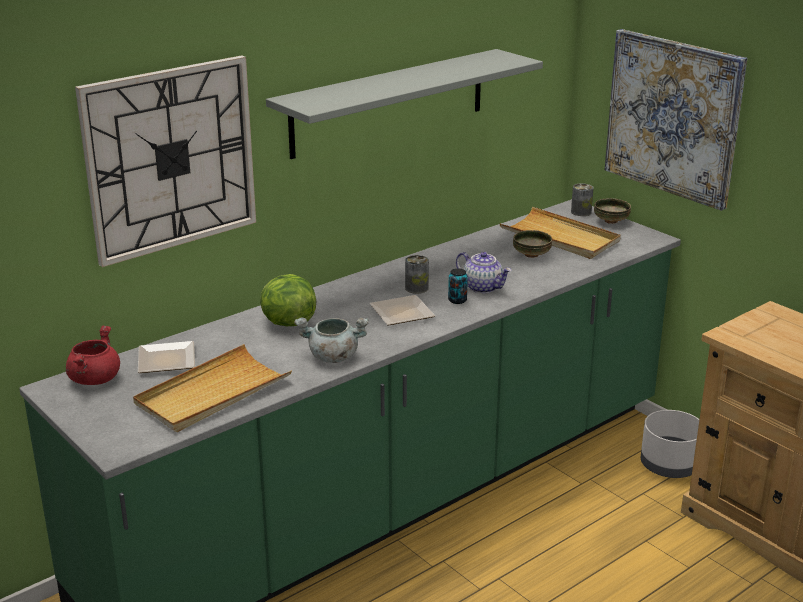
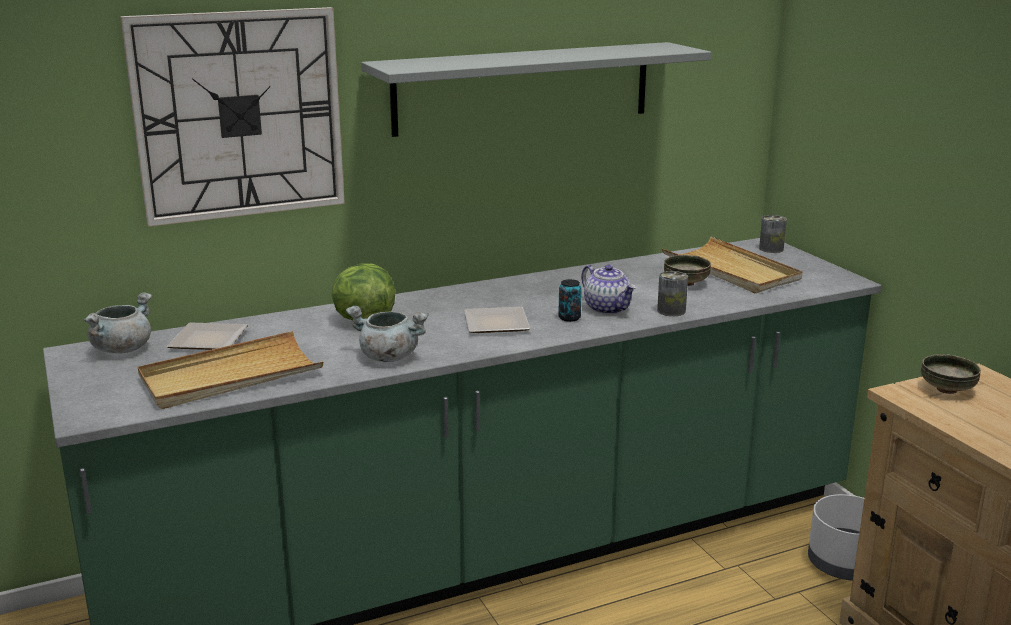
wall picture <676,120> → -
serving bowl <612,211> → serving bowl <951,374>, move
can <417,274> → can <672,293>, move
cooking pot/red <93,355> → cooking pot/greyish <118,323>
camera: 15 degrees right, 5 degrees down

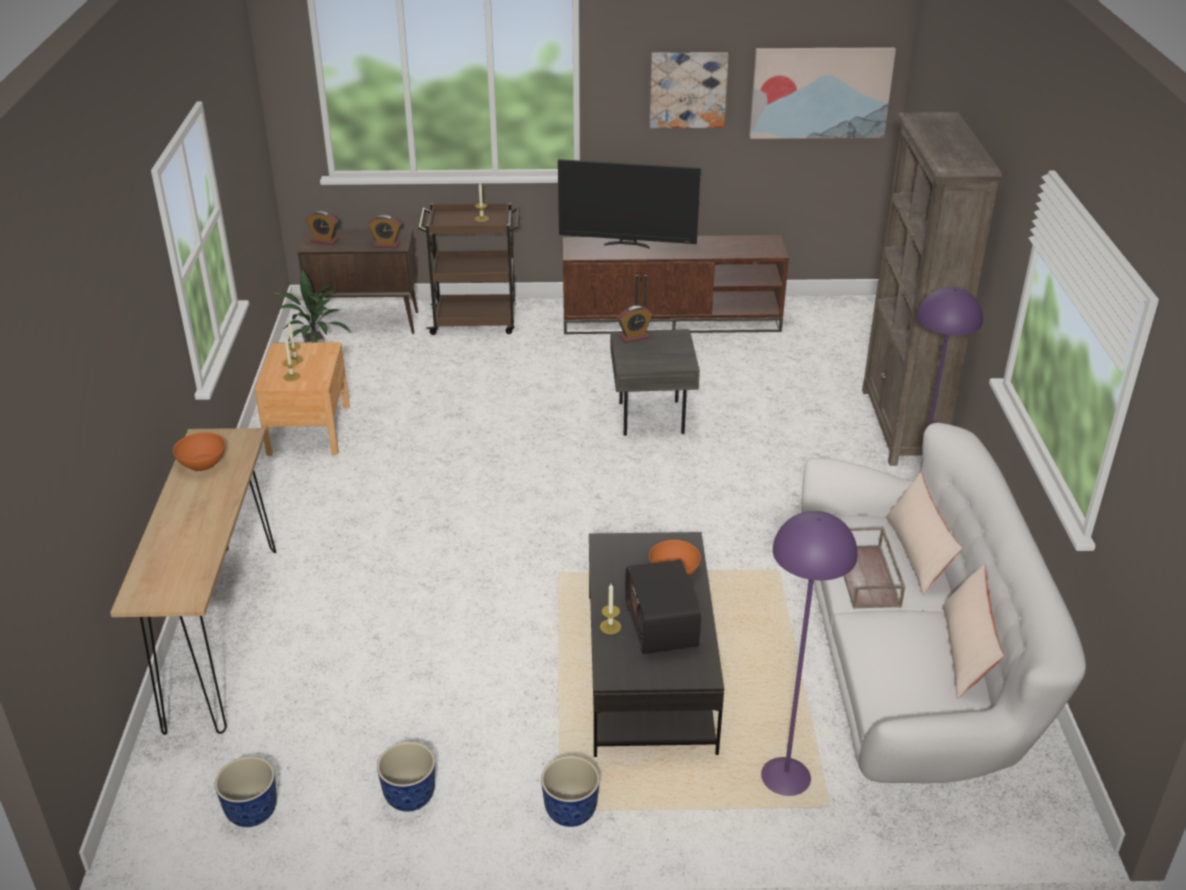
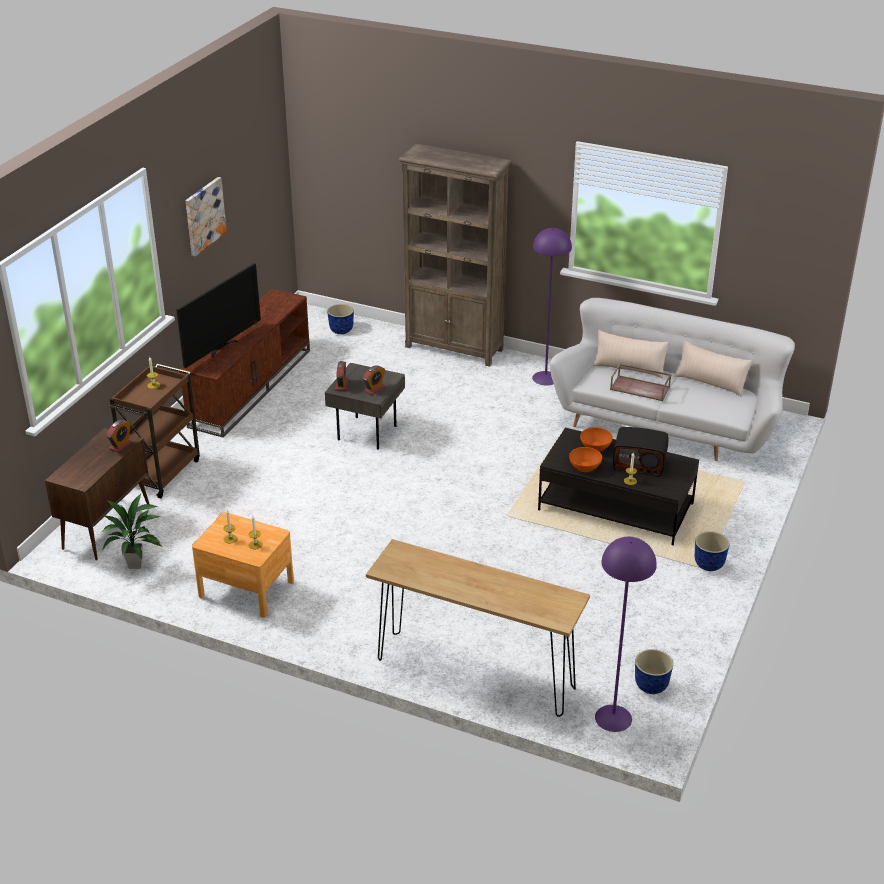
wall picture <822,93> → -
bedside clock <322,228> → bedside clock <374,380>, move
serving bowl/orangey <199,451> → serving bowl/orangey <585,459>, move
standing lamp/purple-coloured <809,653> → standing lamp/purple-coloured <626,634>, move
planter <406,776> → planter <340,319>, move
camera: 65 degrees left, 0 degrees up

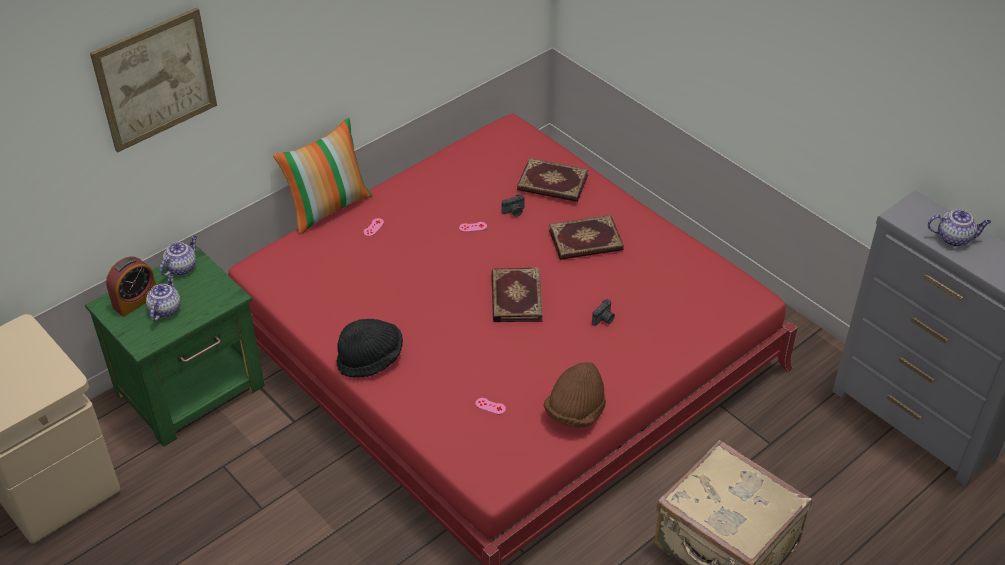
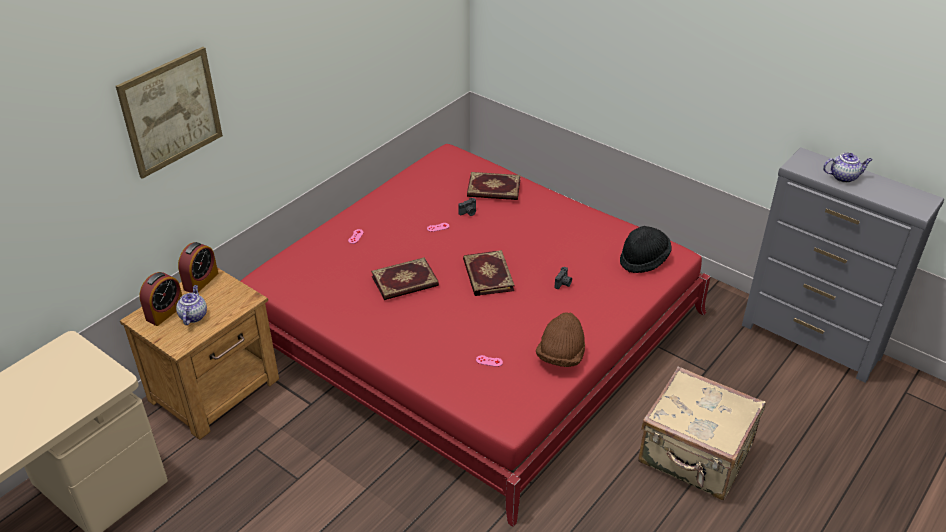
cushion <322,175> → -
volume <586,237> → volume <405,278>, move
tea pot <178,256> → bedside clock <198,267>
bedside table/green-coloured <175,346> → bedside table/brownish <199,353>
hat/black-coloured <370,348> → hat/black-coloured <645,249>, move
camera: 10 degrees left, 5 degrees down

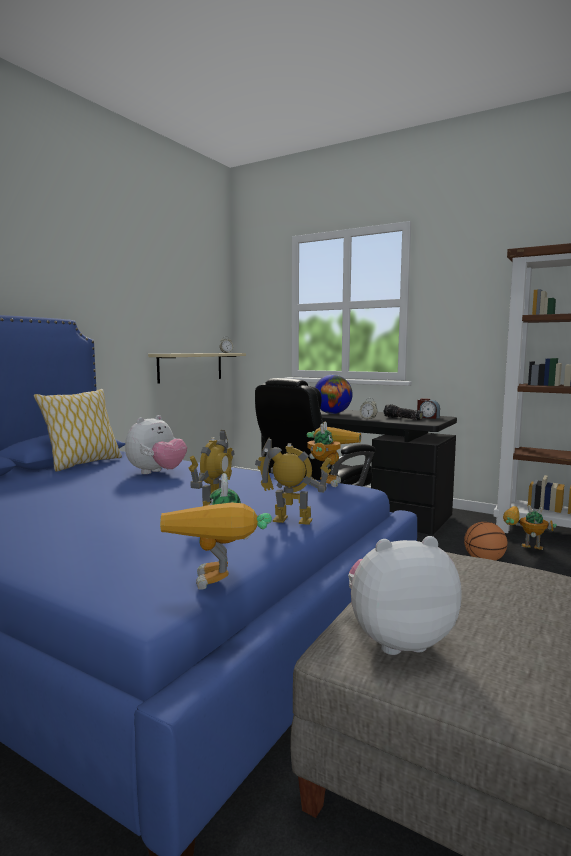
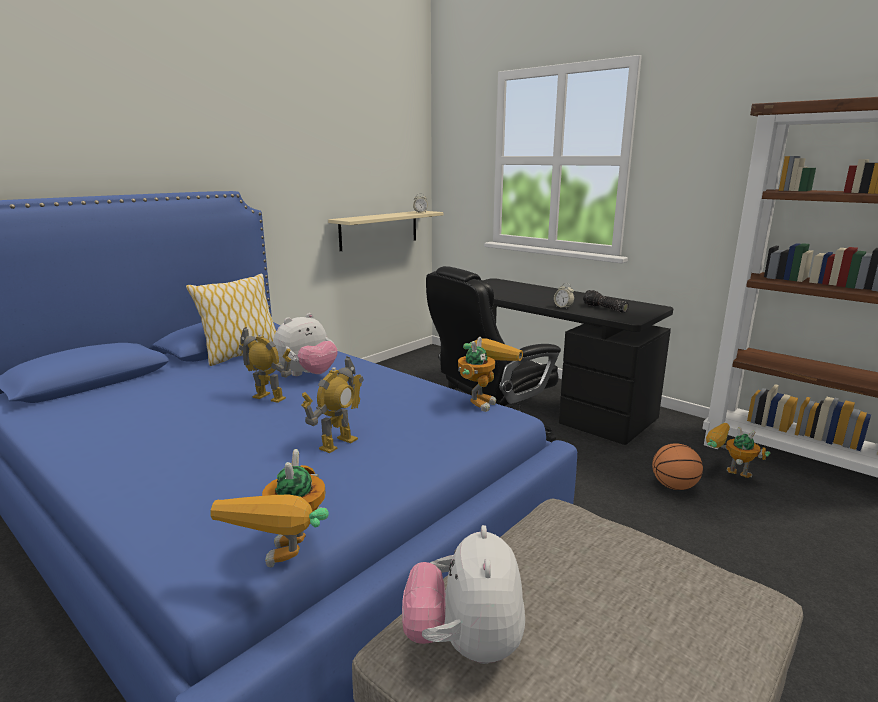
world globe <334,394> → -
bedside clock <428,408> → -
toy robot <293,481> → toy robot <265,365>, move
plush toy <405,595> → plush toy <463,594>, 90 degrees counterclockwise
camera: 10 degrees right, 10 degrees up

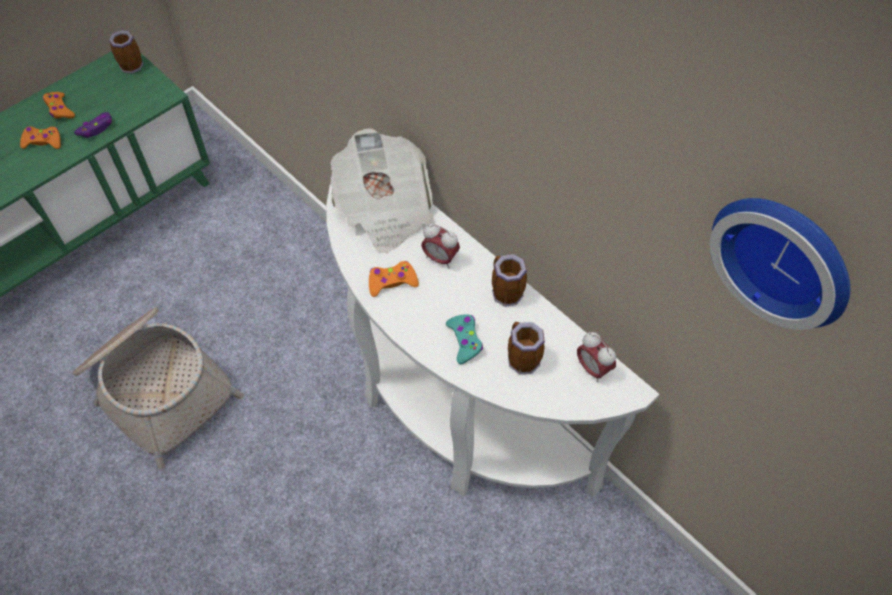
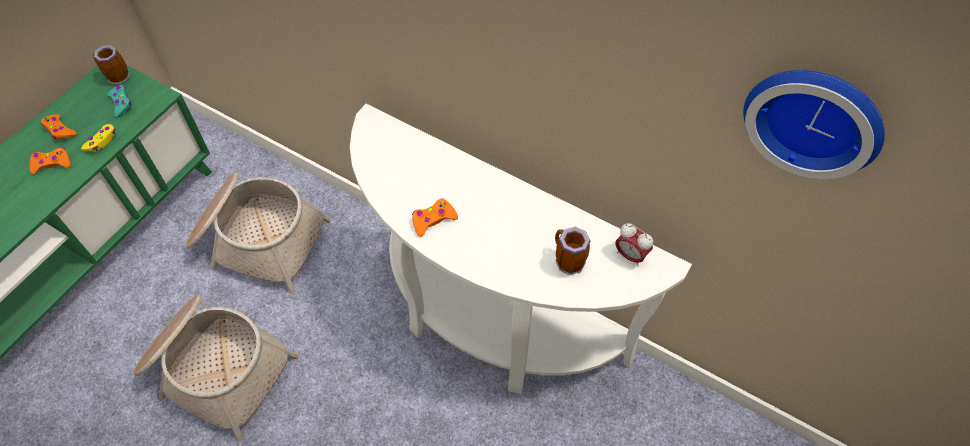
gamepad/purple-coloured <93,125> → gamepad/yellow <98,138>
newspaper <382,190> → -
bedside clock <440,246> → -
coffee mug <509,280> → -
gamepad/turquoise-coloured <464,339> → gamepad/turquoise-coloured <119,101>, move
- → household basket <258,233>
camera: 15 degrees left, 0 degrees up

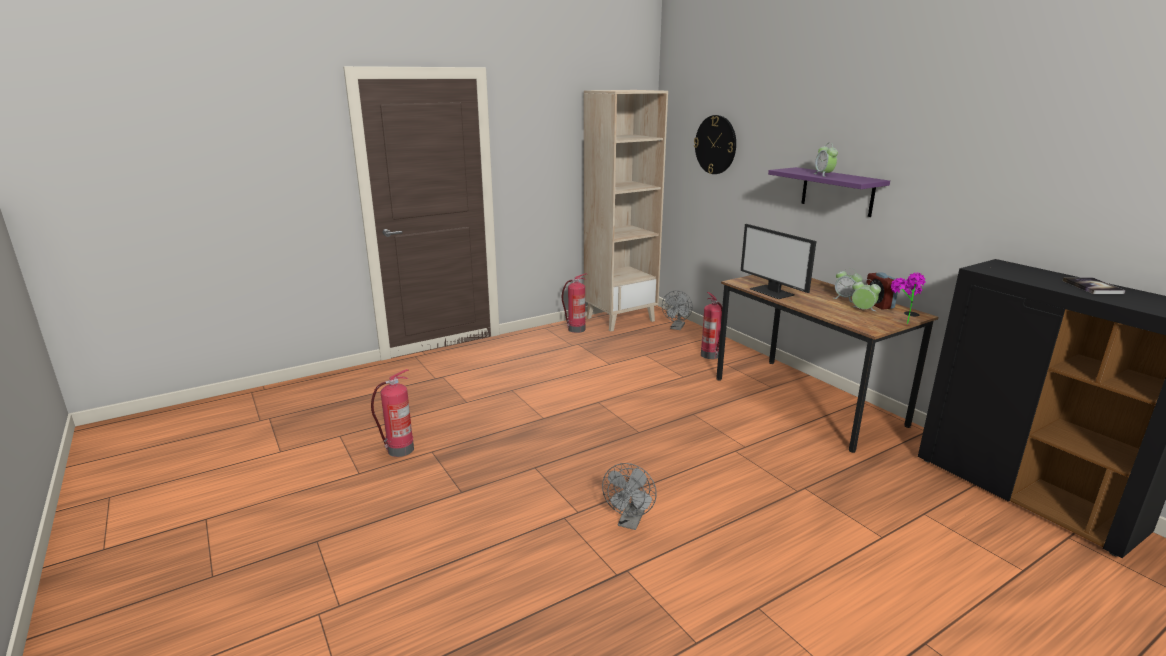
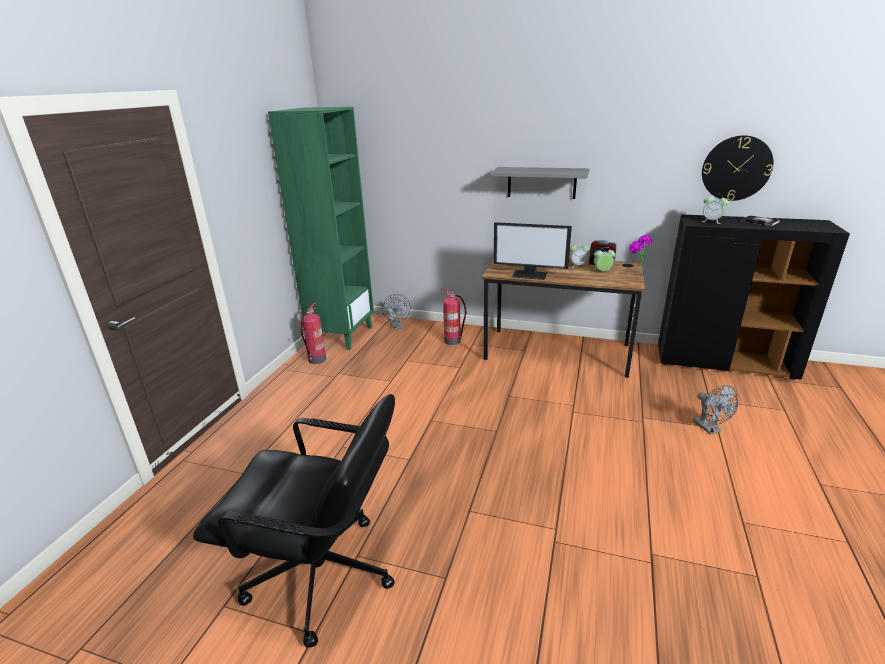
shelving unit/beige-coloured <626,210> → shelving unit/green-coloured <321,228>
wall clock <715,144> → wall clock <737,168>, move
bedside clock <826,160> → bedside clock <715,208>, move
shelf/purple-coloured <829,192> → shelf/greyish <540,183>
extinguisher <392,413> → computer chair/black-coloured <294,521>
electric fan/greyish <629,496> → electric fan/greyish <715,410>, move
camera: 40 degrees left, 5 degrees up

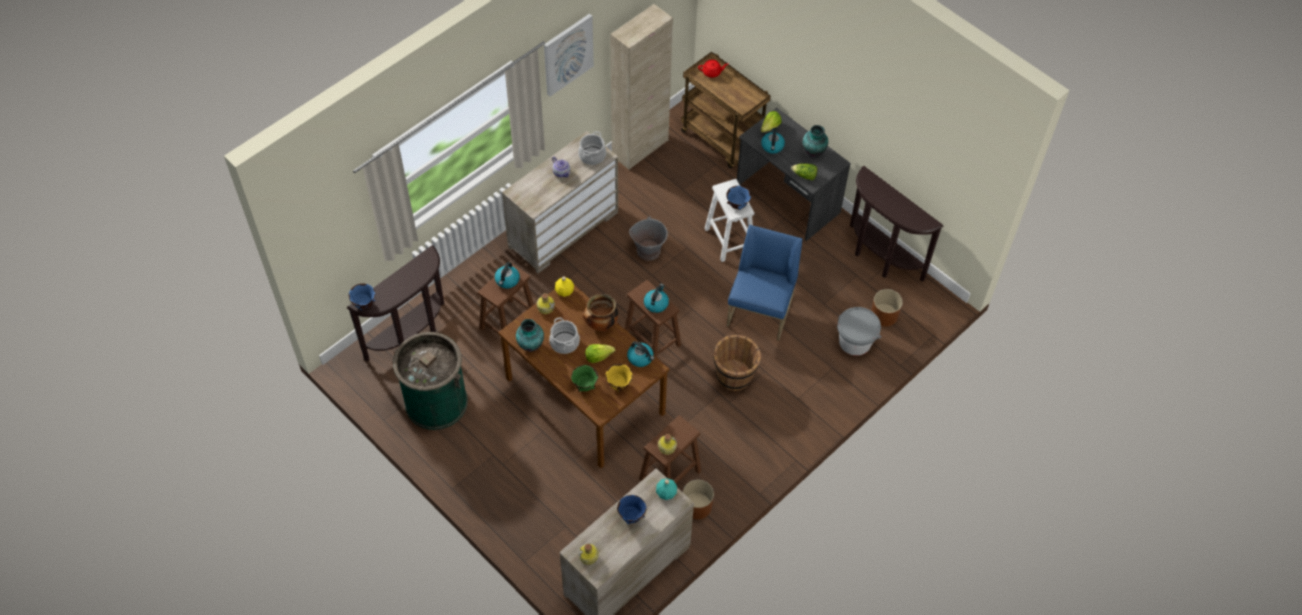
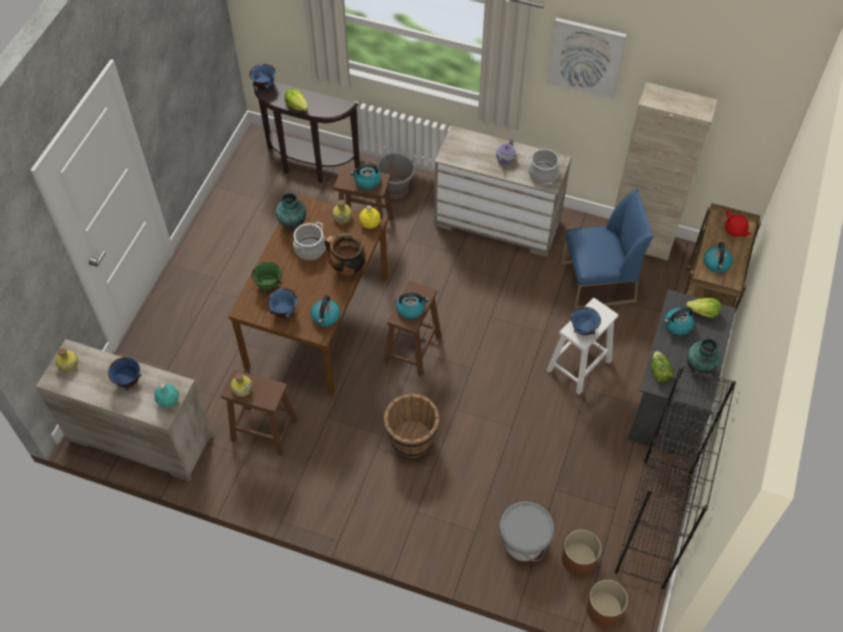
console table/brownish <897,224> → shelving unit/black-coloured <675,477>
pail/greyish <648,238> → pail/greyish <396,175>, move
chair/blue <764,283> → chair/blue <607,249>, move
rubbish bin/green-coloured <430,381> → -
lettuce head <600,353> → lettuce head <296,100>, move
serving bowl/yellow <619,378> → serving bowl/blue <282,303>
planter/brownish <698,499> → planter/brownish <607,603>, move
- → tea kettle <718,257>
camera: 65 degrees right, 0 degrees up

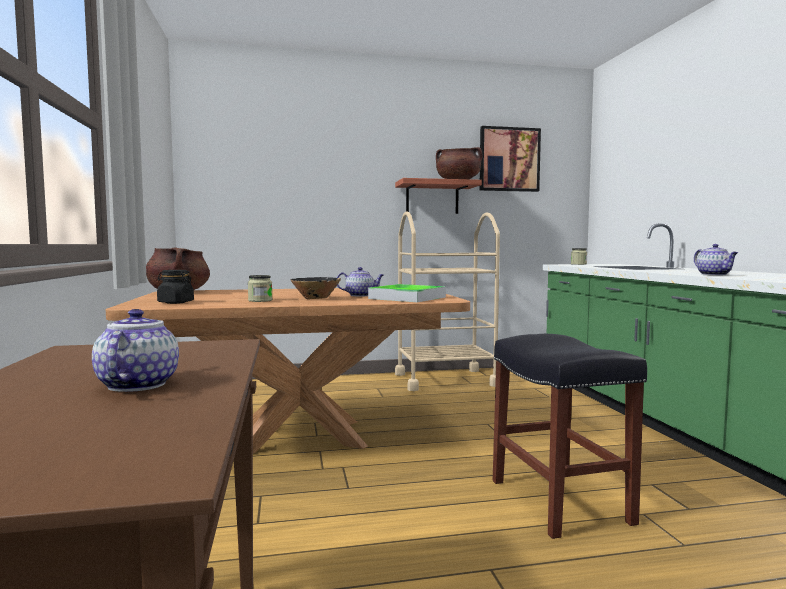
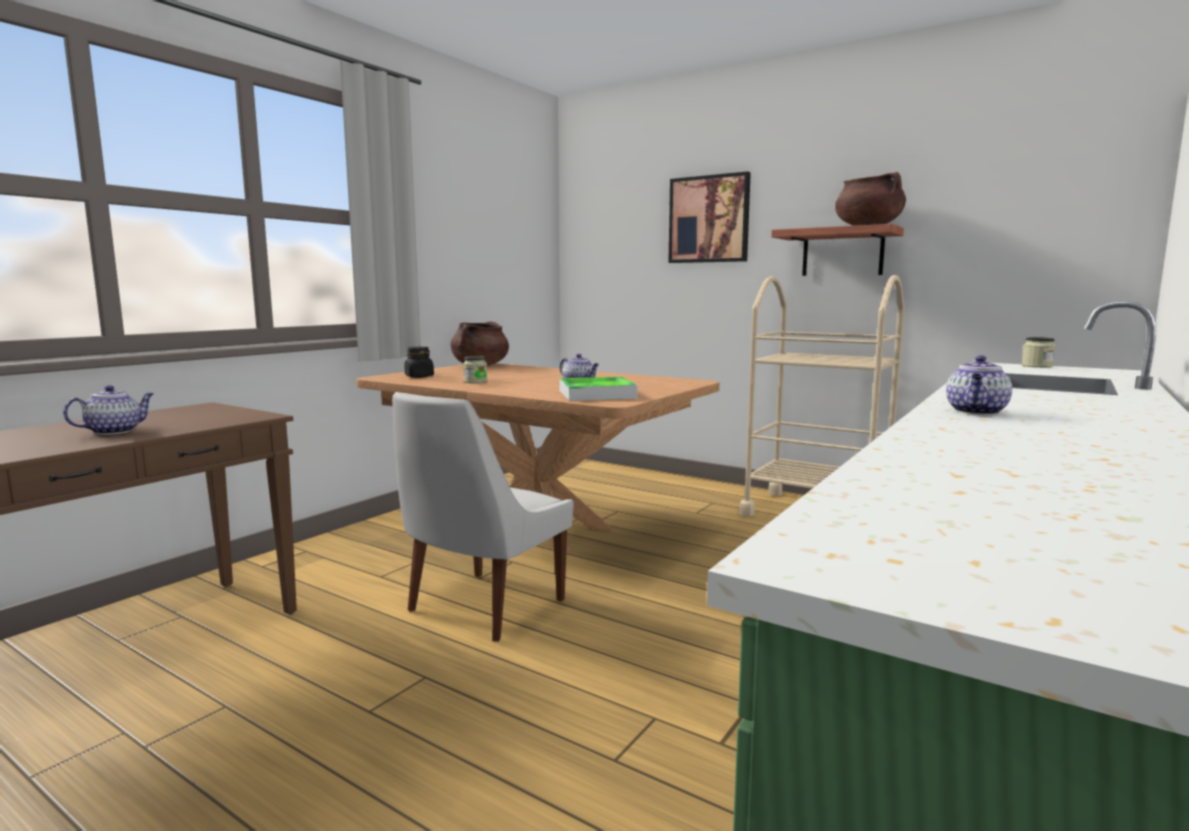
wall picture <510,159> → wall picture <709,217>, move
serving bowl/black-coloured <316,288> → -
sitting stool/black-coloured <570,436> → -
- → chair/whitish <483,517>
camera: 45 degrees right, 5 degrees up

